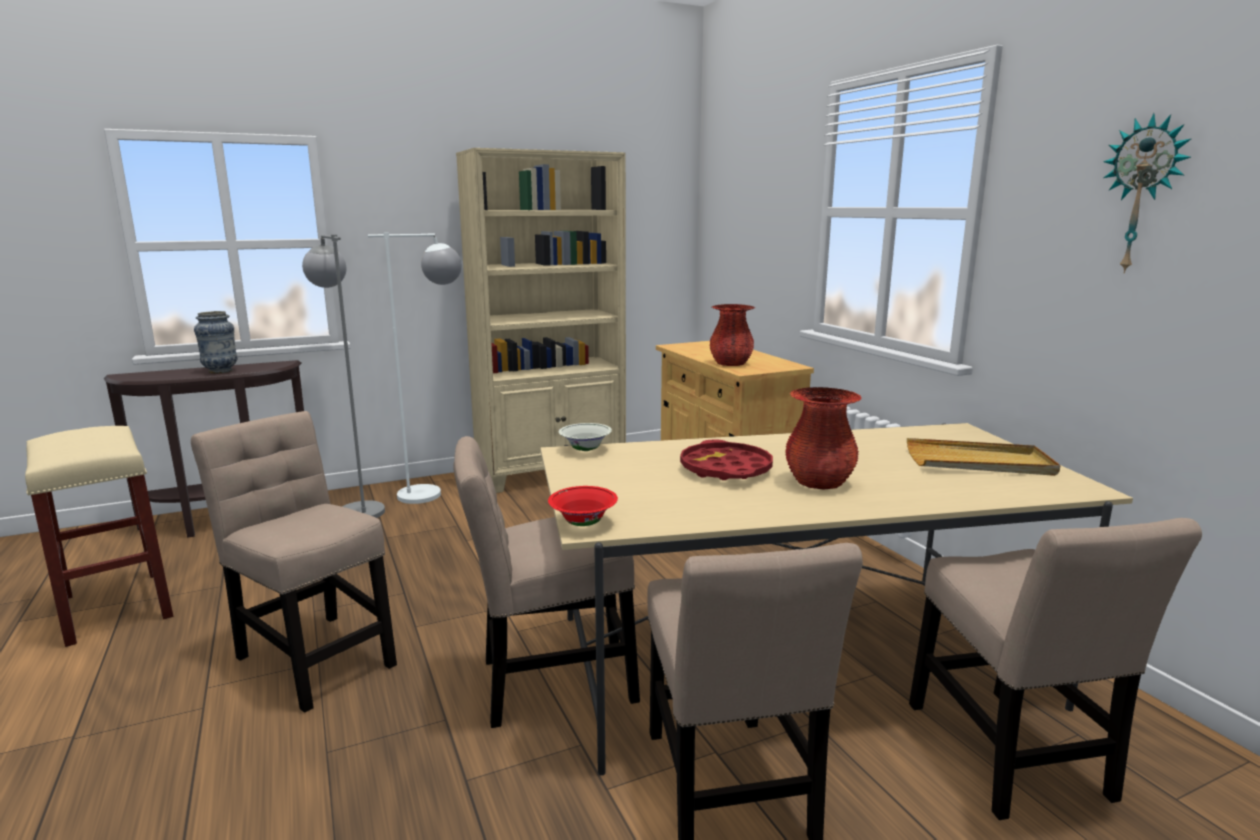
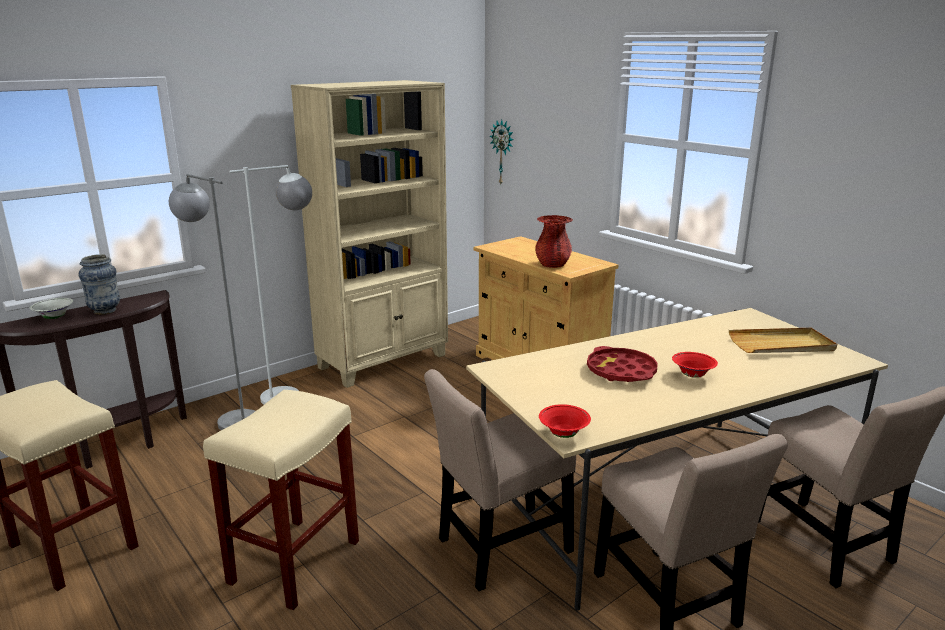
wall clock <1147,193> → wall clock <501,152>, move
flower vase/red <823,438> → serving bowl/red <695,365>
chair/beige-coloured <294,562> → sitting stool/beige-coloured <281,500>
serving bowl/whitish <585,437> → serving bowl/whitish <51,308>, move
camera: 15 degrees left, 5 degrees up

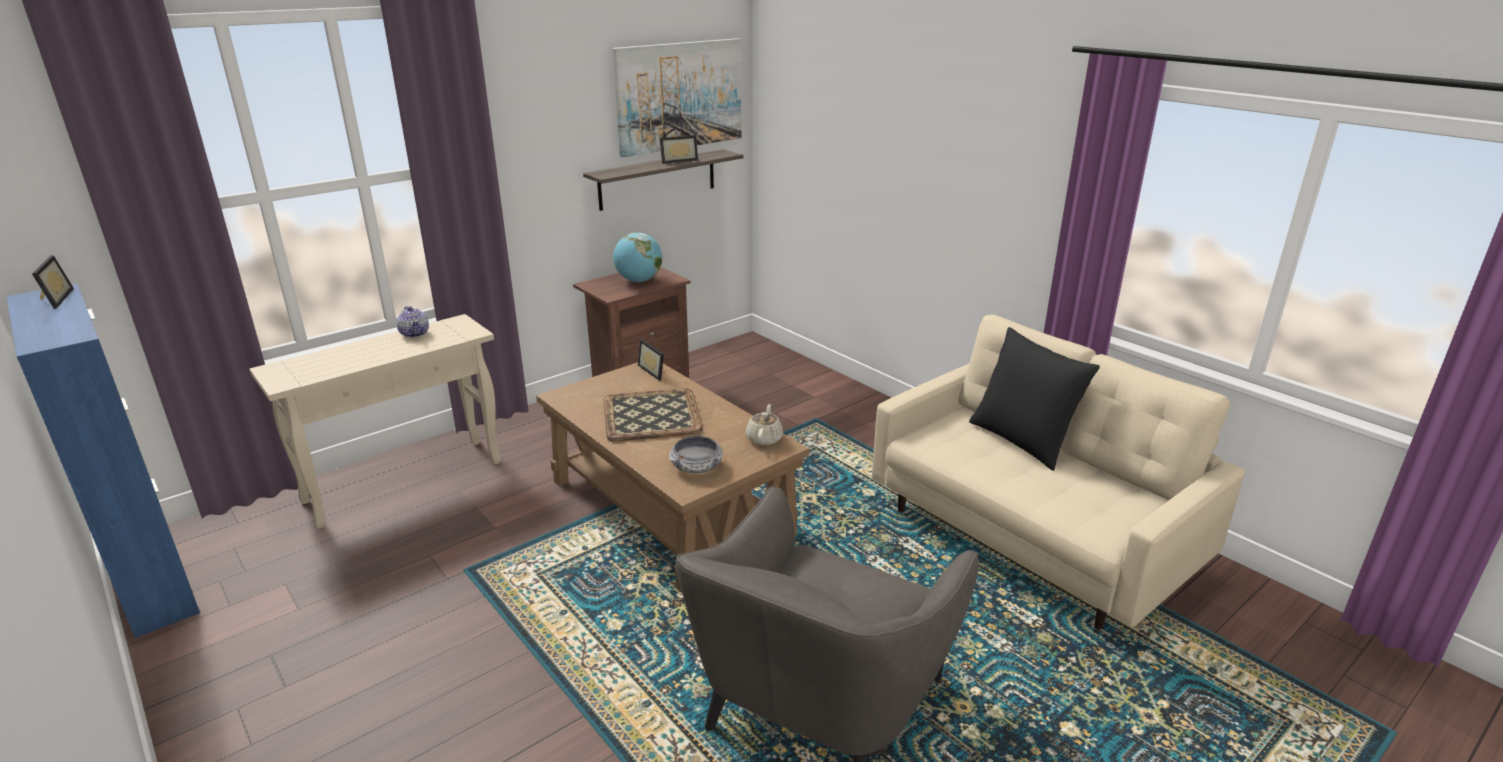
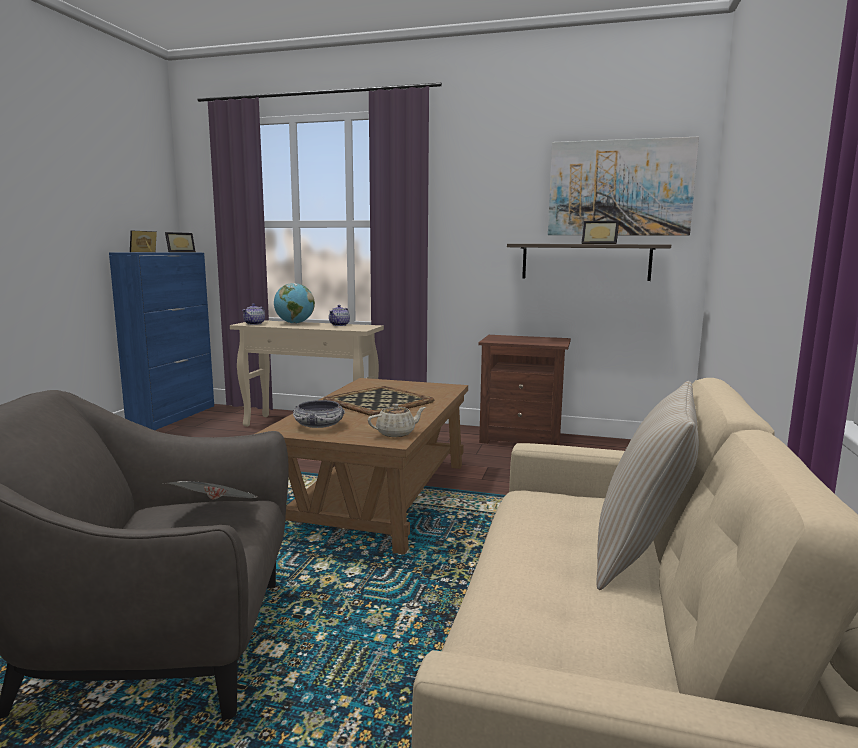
world globe <637,257> → world globe <294,303>, move
cushion/black-coloured <1034,399> → cushion/beige-coloured <647,485>
photo frame <651,360> → photo frame <143,241>, move
- → tea pot <254,314>
- → newspaper <209,490>
camera: 55 degrees right, 15 degrees down

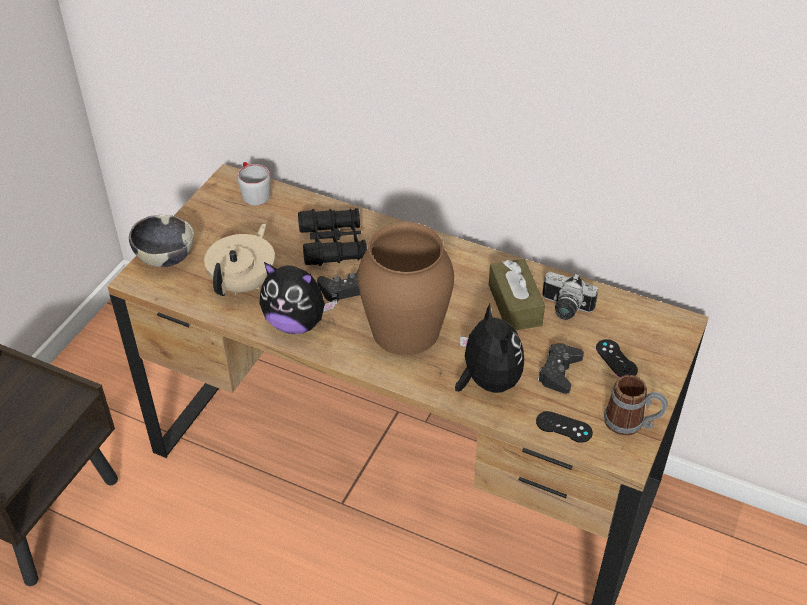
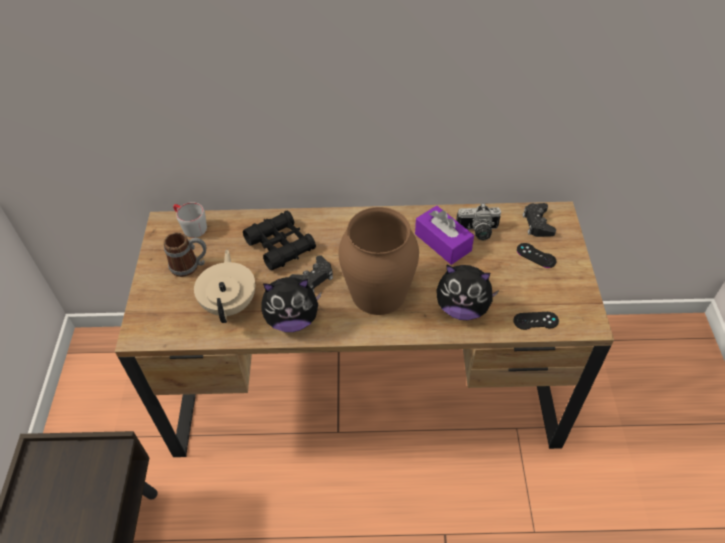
serving bowl <161,241> → -
tissue holder/brownish <517,294> → tissue holder/purple-coloured <444,235>
plush toy <489,348> → plush toy <467,292>, 150 degrees clockwise
gamepad/black-coloured <560,368> → gamepad/black-coloured <539,220>, move
coffee mug <636,405> → coffee mug <185,254>, move
camera: 25 degrees left, 5 degrees up

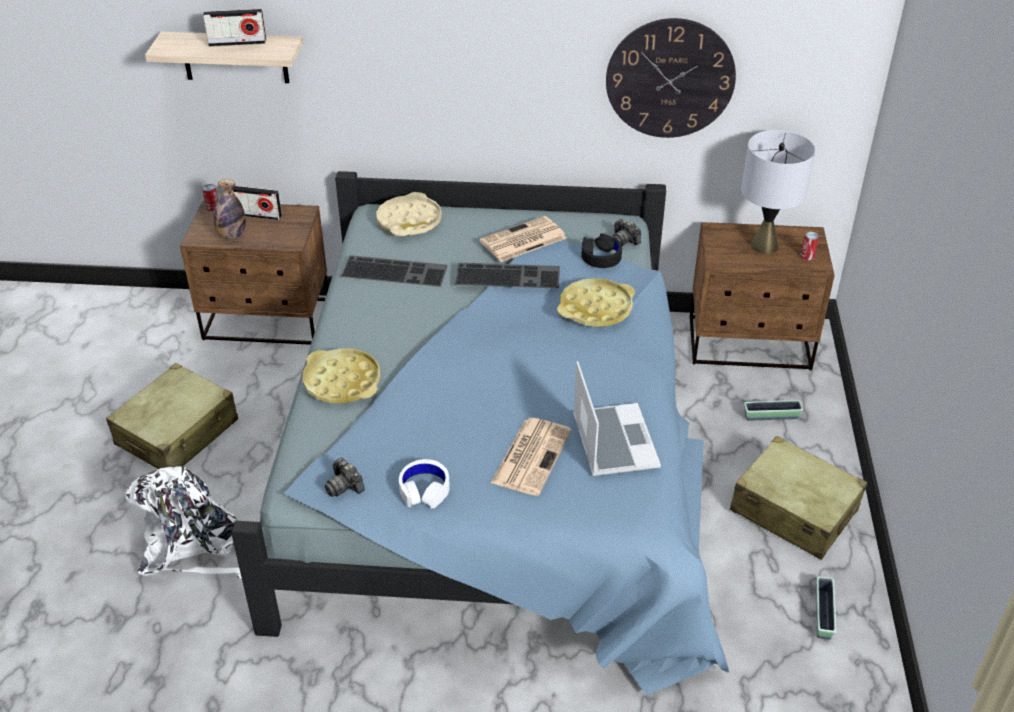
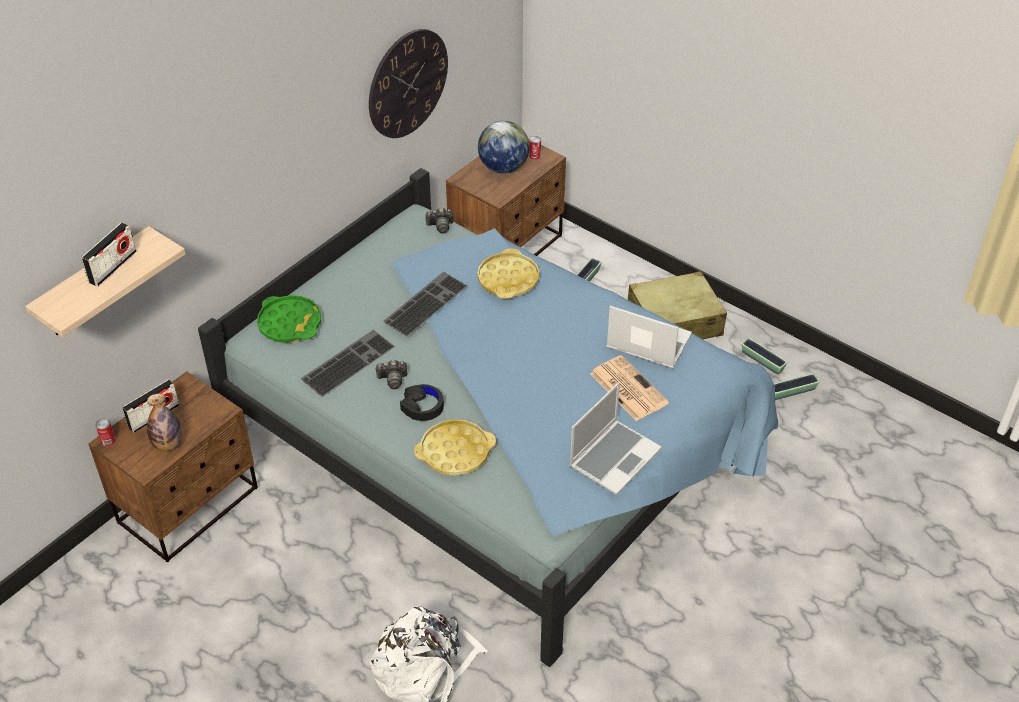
lamp for a table/greyish <778,192> → world globe <504,147>
carrying tray/beige-coloured <409,214> → carrying tray/green-coloured <289,319>
newspaper <523,239> → -
pair of headphones/black-coloured <601,250> → pair of headphones/black-coloured <422,402>, move
suitcase/beige-coloured <172,416> → -
photo camera <344,477> → photo camera <391,374>, move
pair of headphones/whitish <424,483> → portable computer <615,438>
- → planter <797,386>
camera: 55 degrees left, 5 degrees up

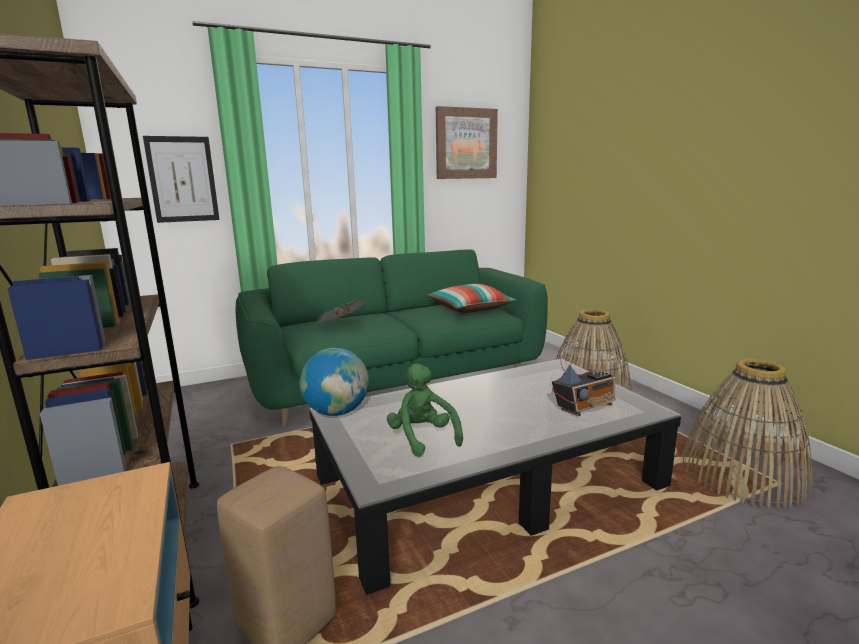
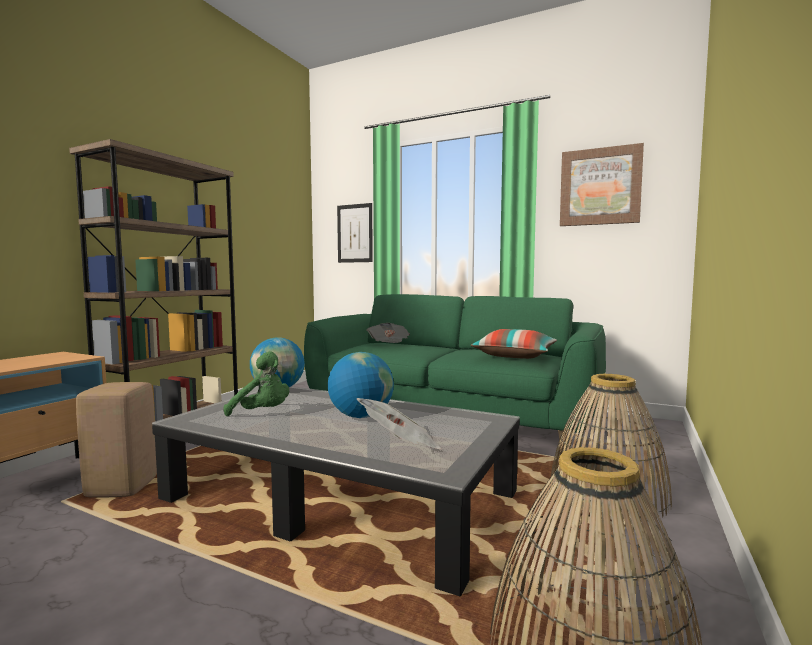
radio receiver <584,380> → newspaper <399,423>
plush toy/green-coloured <425,410> → plush toy/green-coloured <256,384>, 90 degrees clockwise
- → world globe <361,385>
camera: 50 degrees right, 10 degrees down

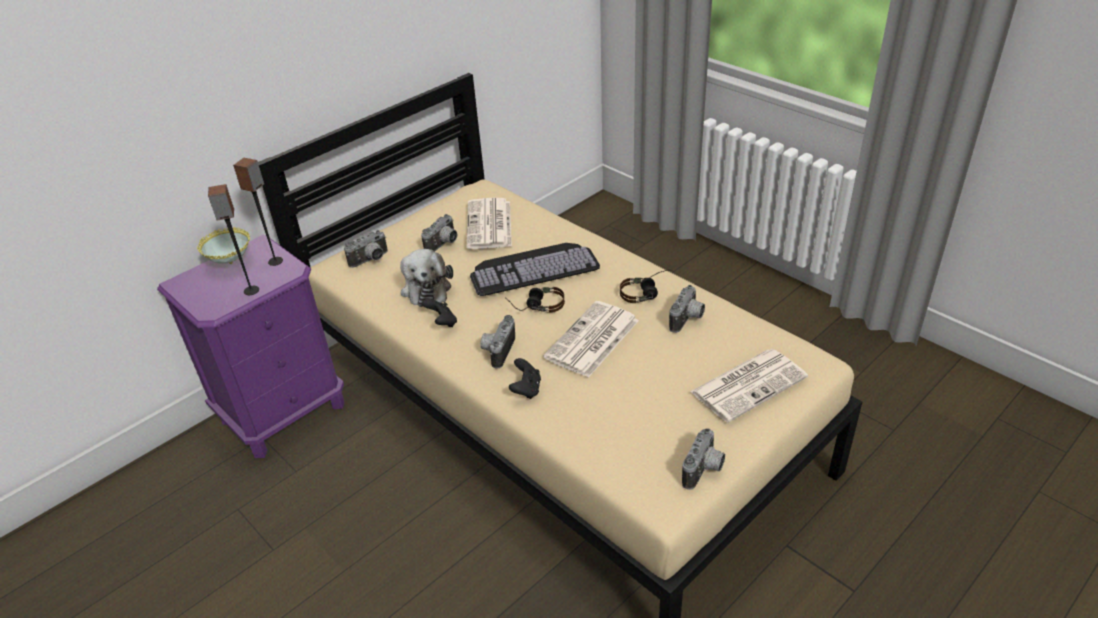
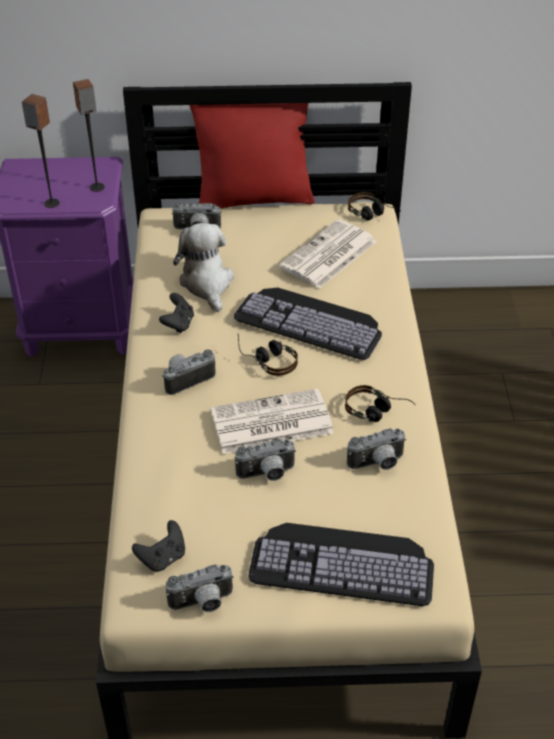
photo camera <439,233> → photo camera <265,460>, move
serving bowl <223,245> → -
plush toy <426,278> → plush toy <203,267>, 135 degrees clockwise
newspaper <749,386> → PC keyboard <341,564>
gamepad/black-coloured <525,378> → gamepad/black-coloured <158,546>, move
- → cushion/red <252,156>
- → pair of headphones <374,206>
camera: 40 degrees right, 5 degrees up

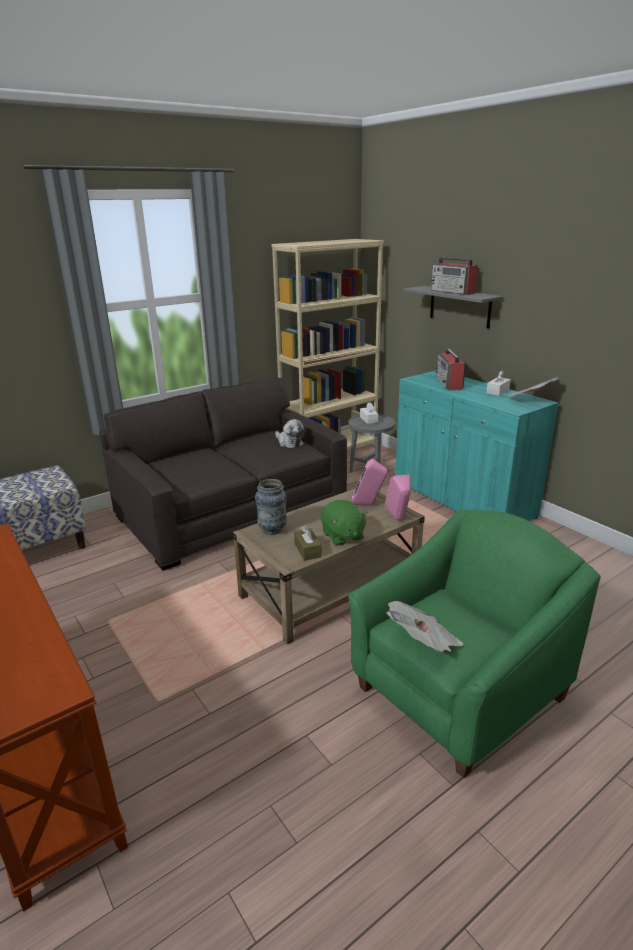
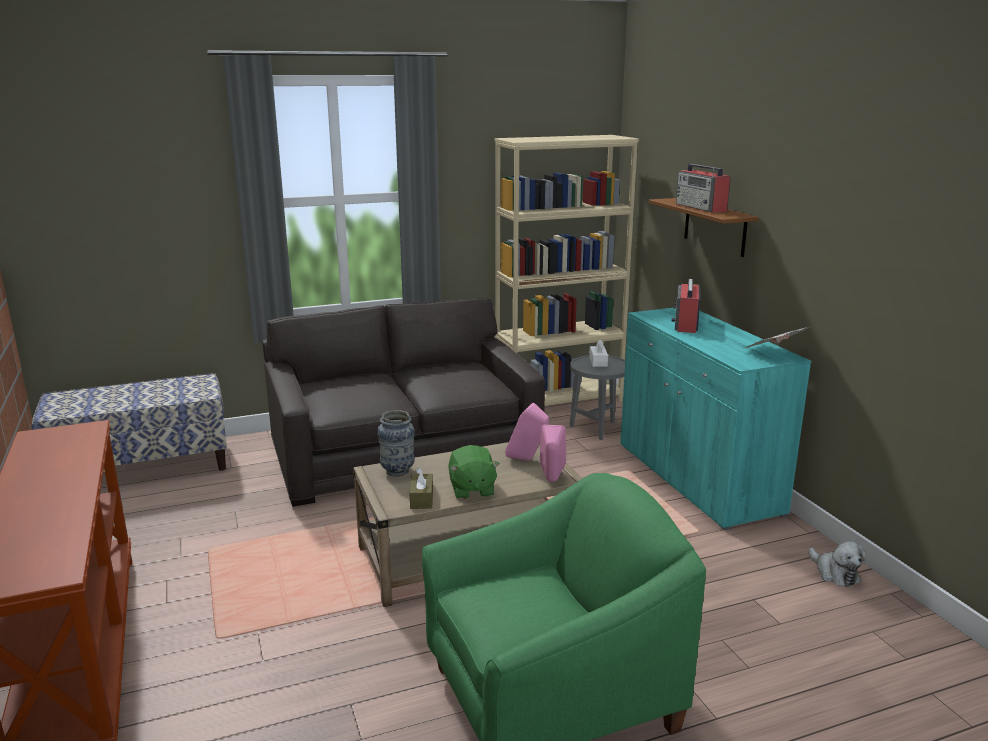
shelf/greyish <453,307> → shelf/brownish <704,227>
tissue holder/whitish <498,383> → -
plush toy <289,433> → plush toy <837,564>, move
newspaper <425,626> → -
camera: 15 degrees right, 5 degrees down

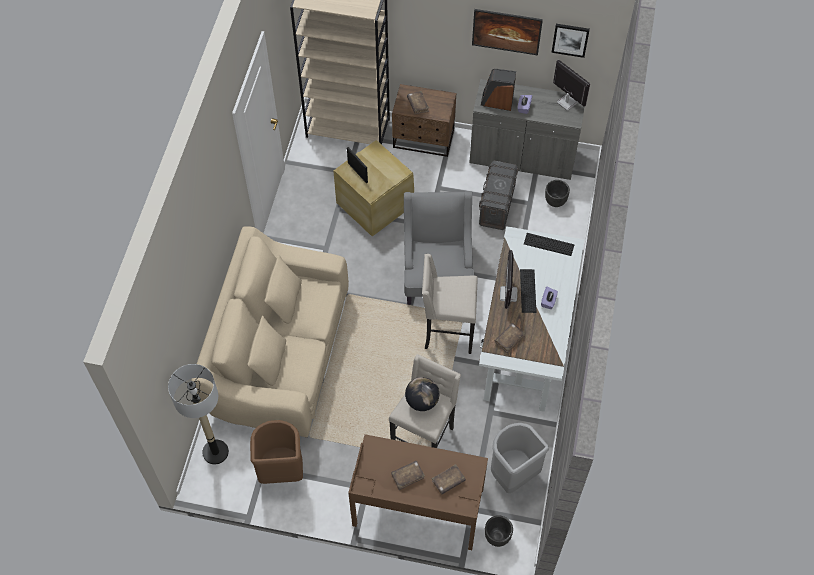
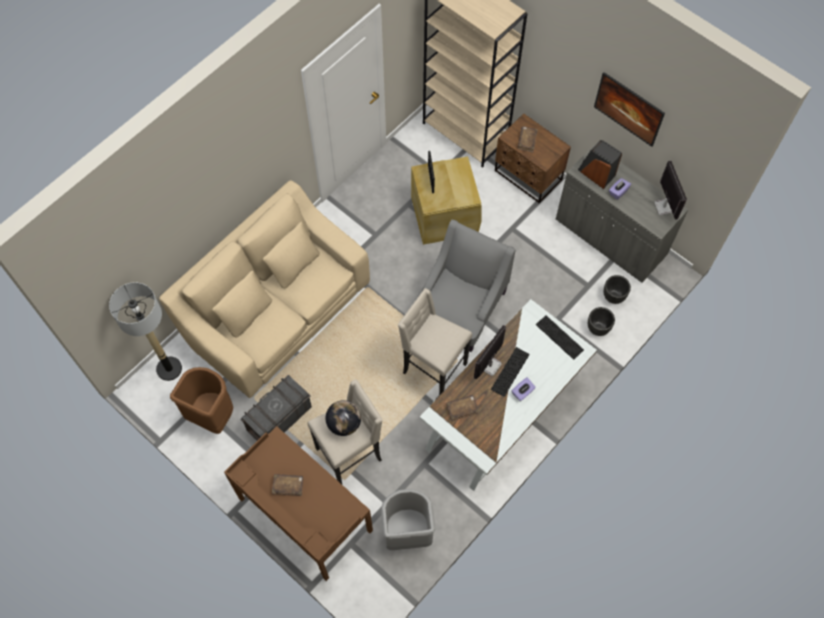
wall picture <571,41> → -
storage box/greyish <499,195> → storage box/greyish <276,408>, move
volume/brownish <449,479> → -
planter/black-coloured <499,531> → planter/black-coloured <601,321>, move
camera: 30 degrees right, 5 degrees up

